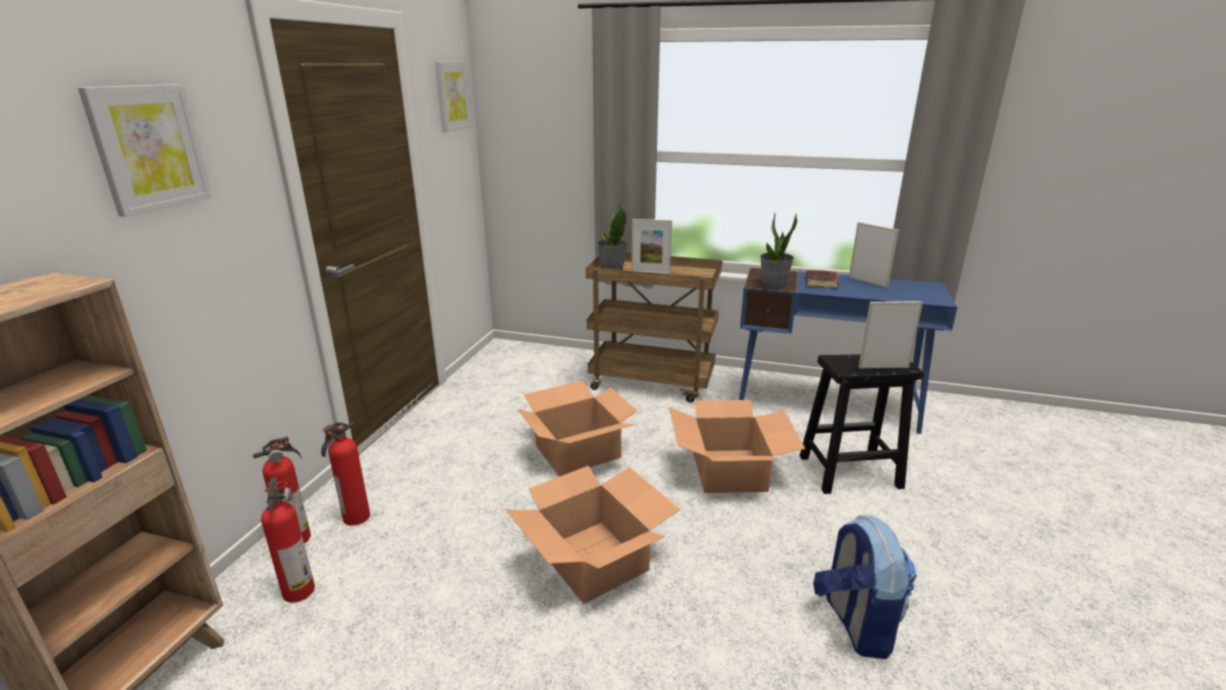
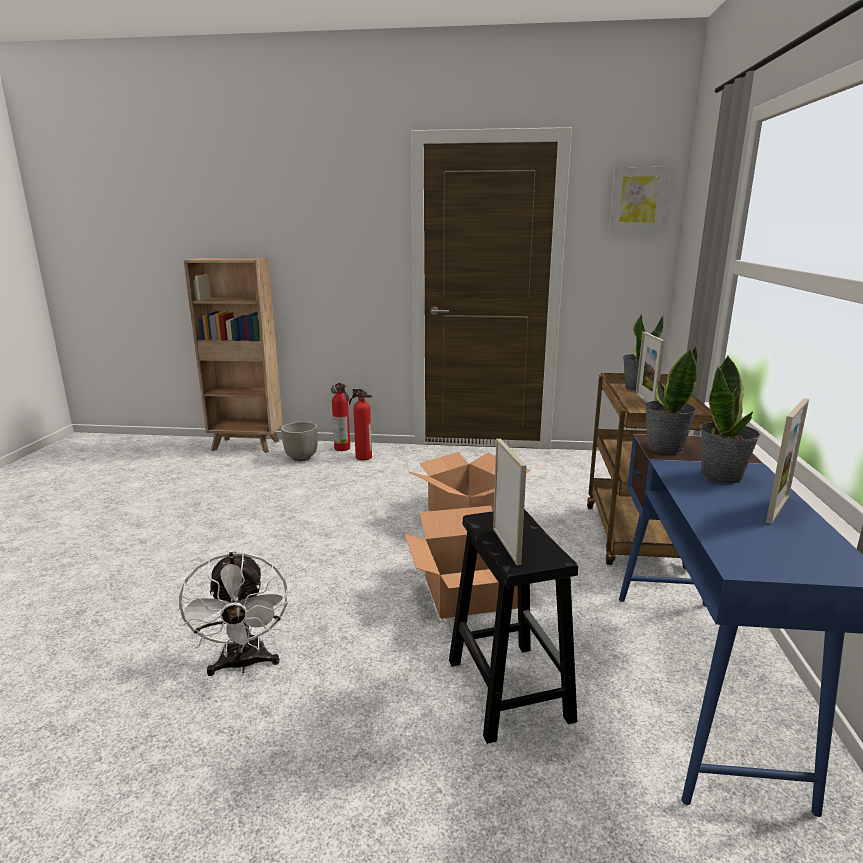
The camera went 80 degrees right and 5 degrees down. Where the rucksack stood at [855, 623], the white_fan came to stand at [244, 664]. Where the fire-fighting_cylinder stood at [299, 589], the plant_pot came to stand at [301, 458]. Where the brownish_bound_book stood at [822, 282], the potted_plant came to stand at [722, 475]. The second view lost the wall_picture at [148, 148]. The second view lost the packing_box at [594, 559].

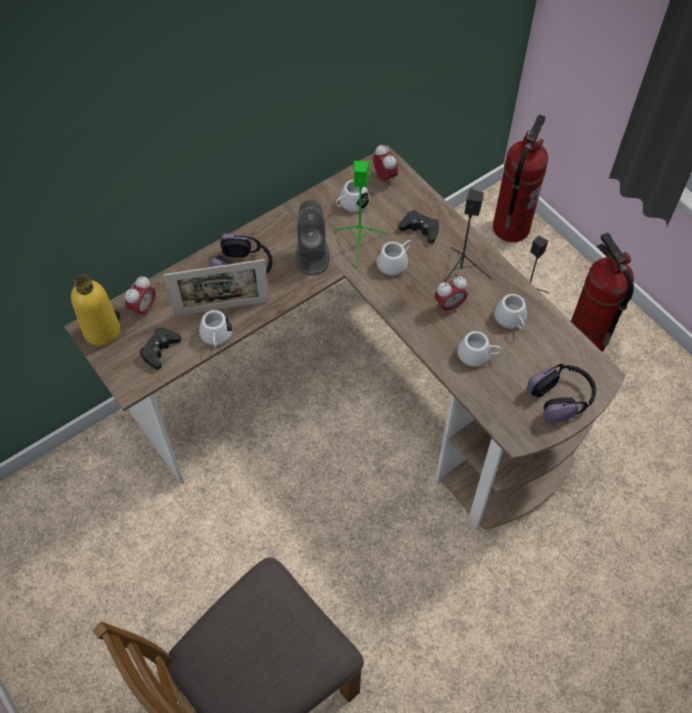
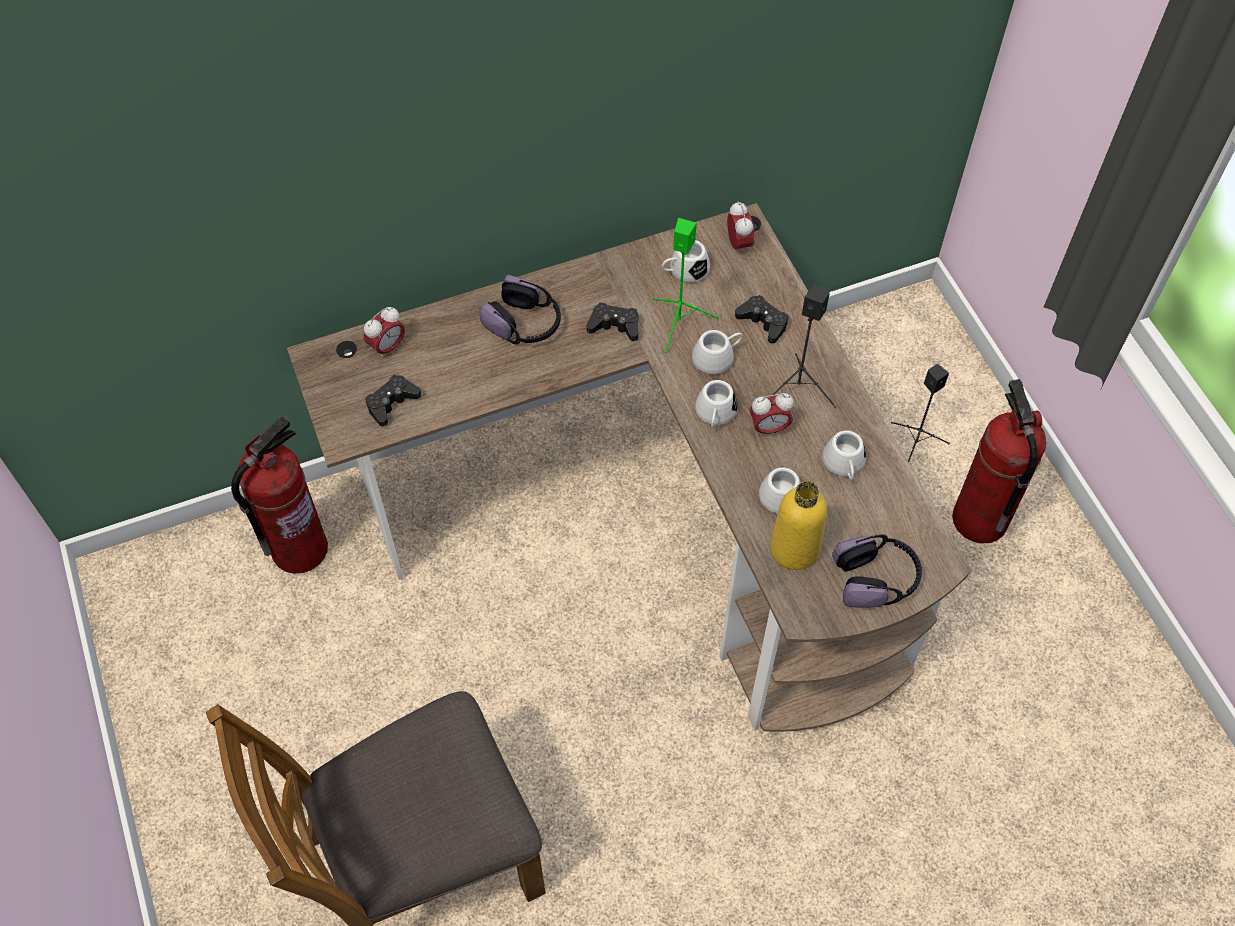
The camera went 15 degrees right and 0 degrees up. The fire-fighting_cylinder ended up elsewhere, having gone from [511, 228] to [299, 549]. Where the grey_audio_speaker stood at [312, 255], the black_gamepad came to stand at [614, 326]. The white_tea_mug ended up elsewhere, having gone from [216, 337] to [715, 414]. The yellow-coloured_drink_bottle ended up elsewhere, having gone from [102, 331] to [794, 549]. The second view lost the picture_frame at [222, 308].

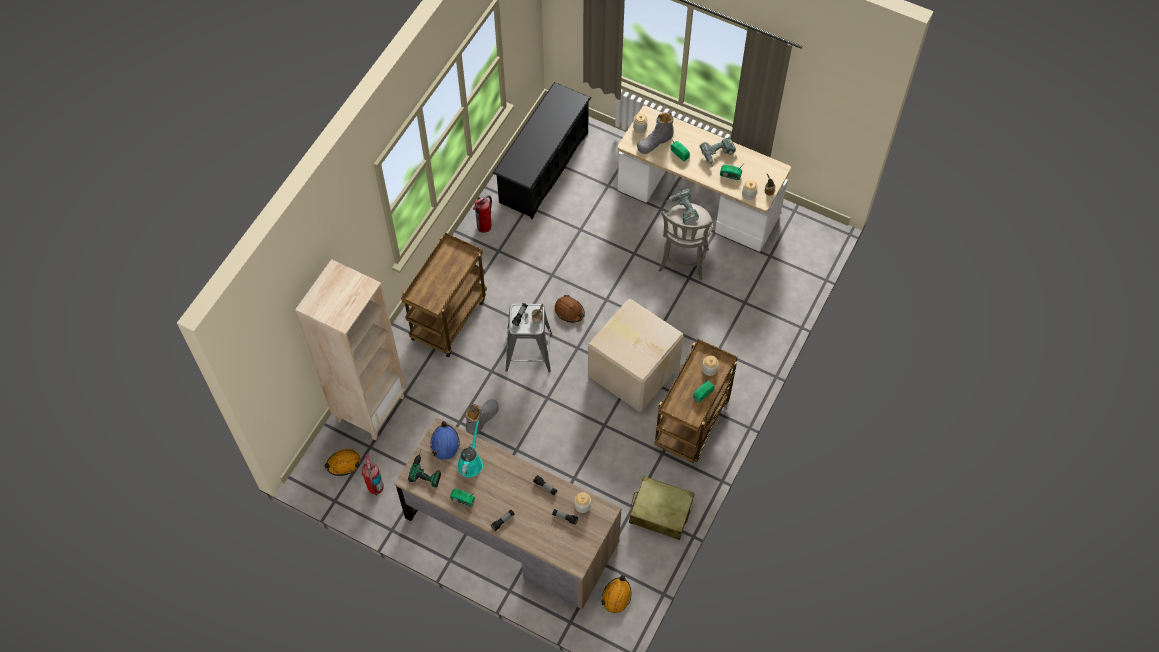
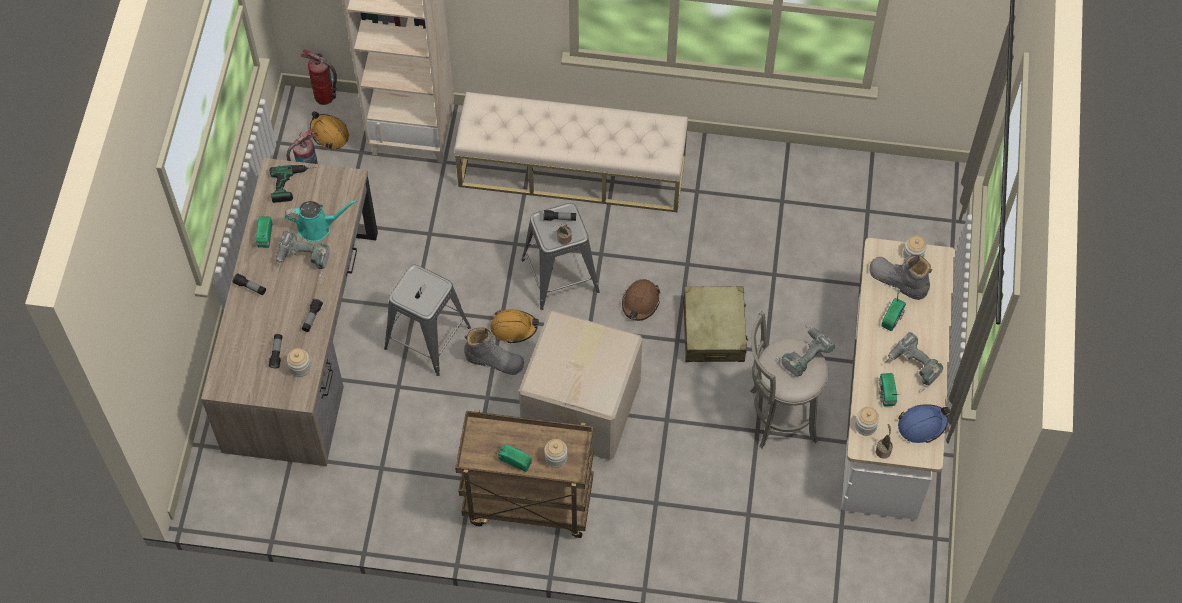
The camera went 70 degrees right and 0 degrees up. The second view gained the electric_drill at [303, 260]. The fire-fighting_cylinder ended up elsewhere, having gone from [484, 226] to [324, 97]. The second view gained the grey_stool_seat at [427, 337]. Where the brownish_cart stood at [448, 318], the sand-coloured_long_seat came to stand at [572, 170]. The grey_boot ended up elsewhere, having gone from [482, 419] to [494, 360]. The orangey_safety_helmet ended up elsewhere, having gone from [616, 596] to [513, 328]. The sand-coloured_piece_of_luggage ended up elsewhere, having gone from [660, 512] to [713, 331]. The bluish_safety_helmet ended up elsewhere, having gone from [445, 443] to [922, 425]. The second view lost the black_shoe_stand at [543, 168].

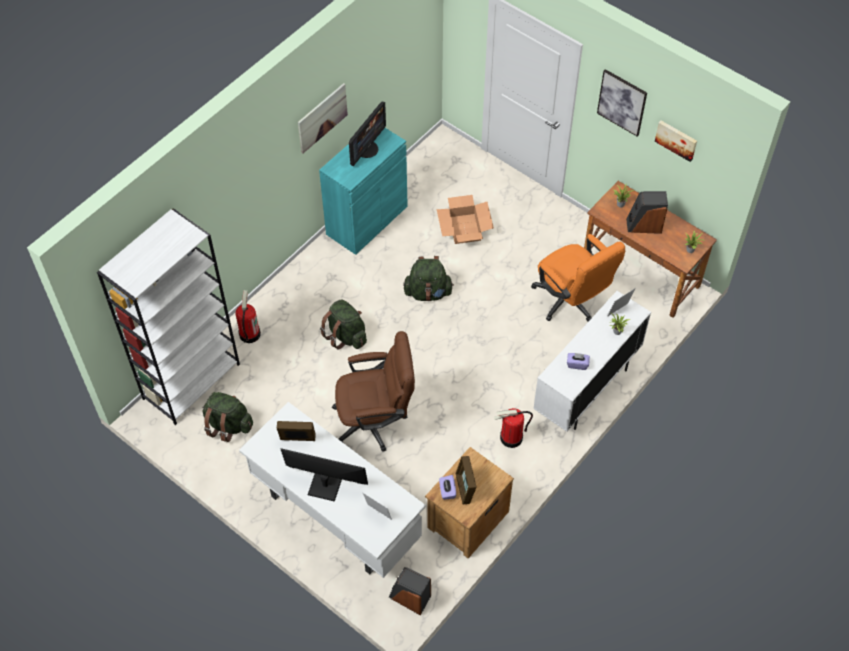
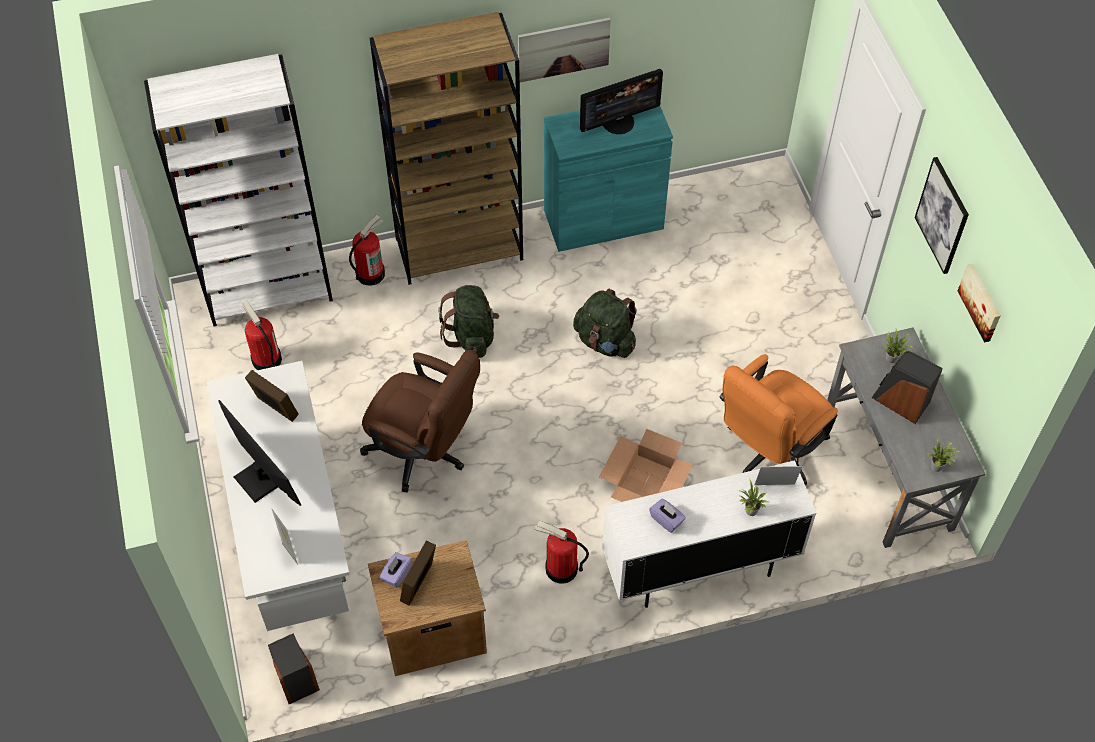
The camera went 35 degrees right and 0 degrees up. Where the greenish_rucksack stood at [228, 425], the fire-fighting_cylinder came to stand at [266, 360]. The second view gained the brownish_shelving_unit at [460, 248]. The packing_box ended up elsewhere, having gone from [464, 229] to [645, 483]. The orangey_office_chair at [571, 302] ended up facing another way, 45 degrees clockwise from before. What was the brownish_desk at [641, 273] turned into the grey_desk at [888, 469].

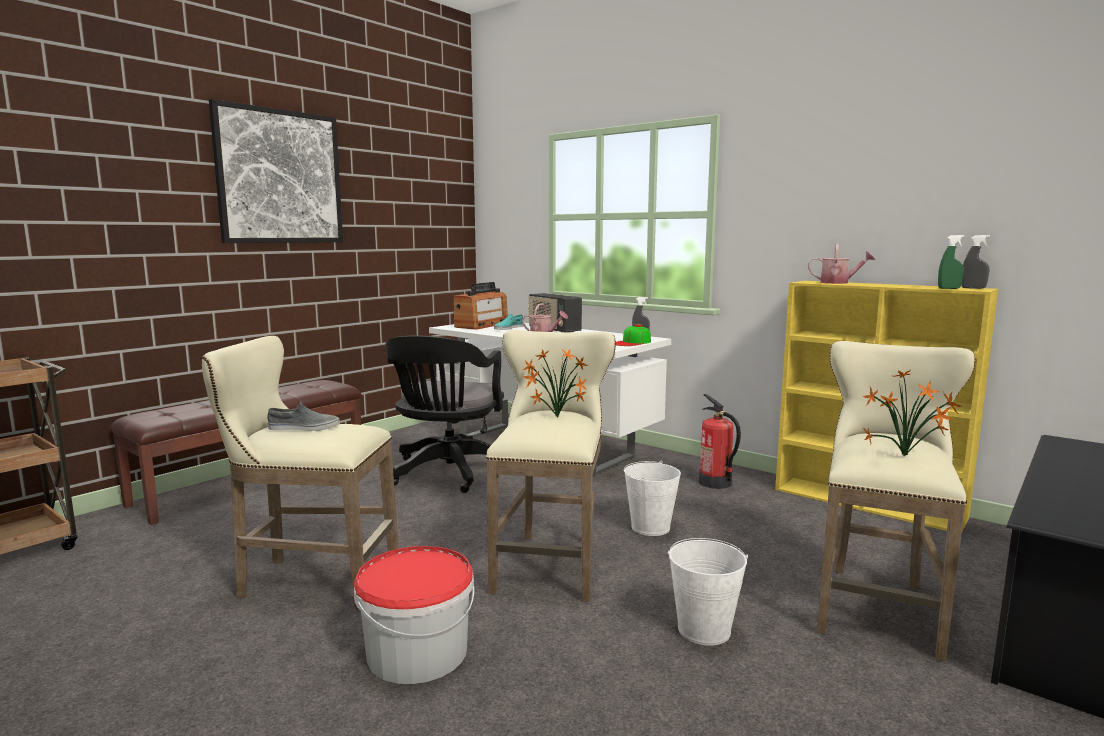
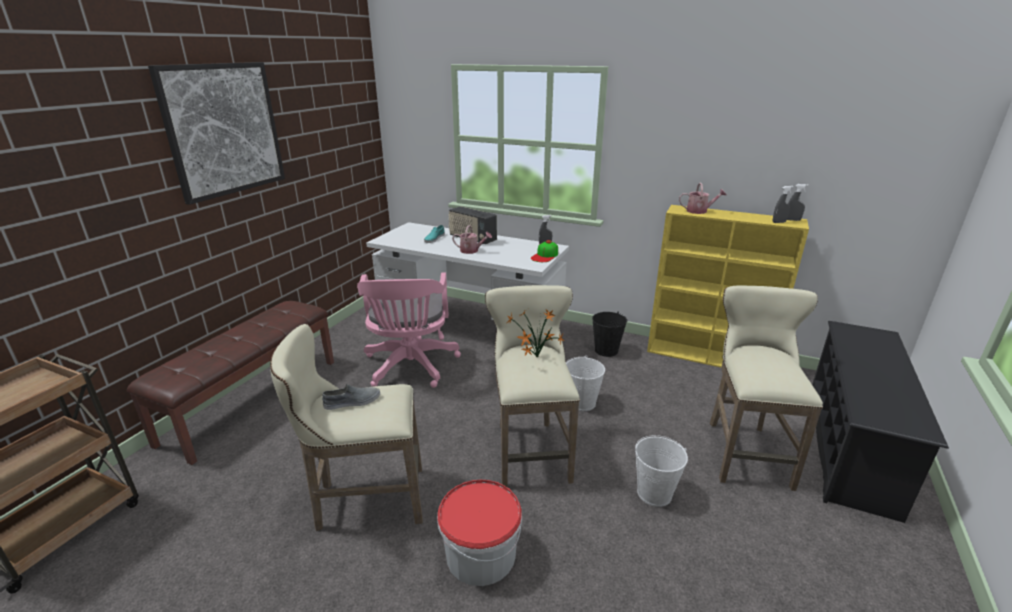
The camera went 15 degrees left and 15 degrees up. What was the black_office_chair at [448, 474] turned into the pink-coloured_office_chair at [410, 367]. Where the fire-fighting_cylinder stood at [715, 483], the black_bucket came to stand at [606, 350]. What was the greenish_hand_sprayer at [949, 288] turned into the grey_hand_sprayer at [779, 222]. The second view lost the radio at [482, 325]. The second view lost the potted_plant at [907, 457].

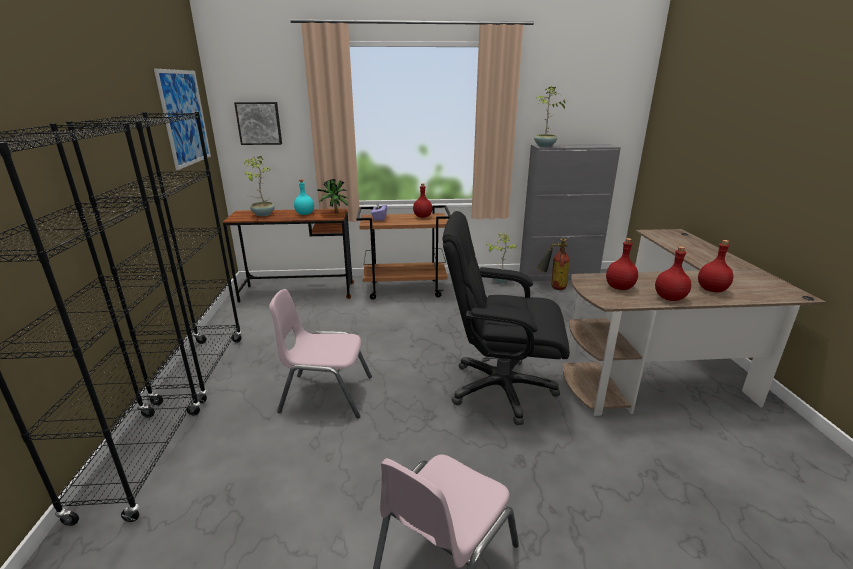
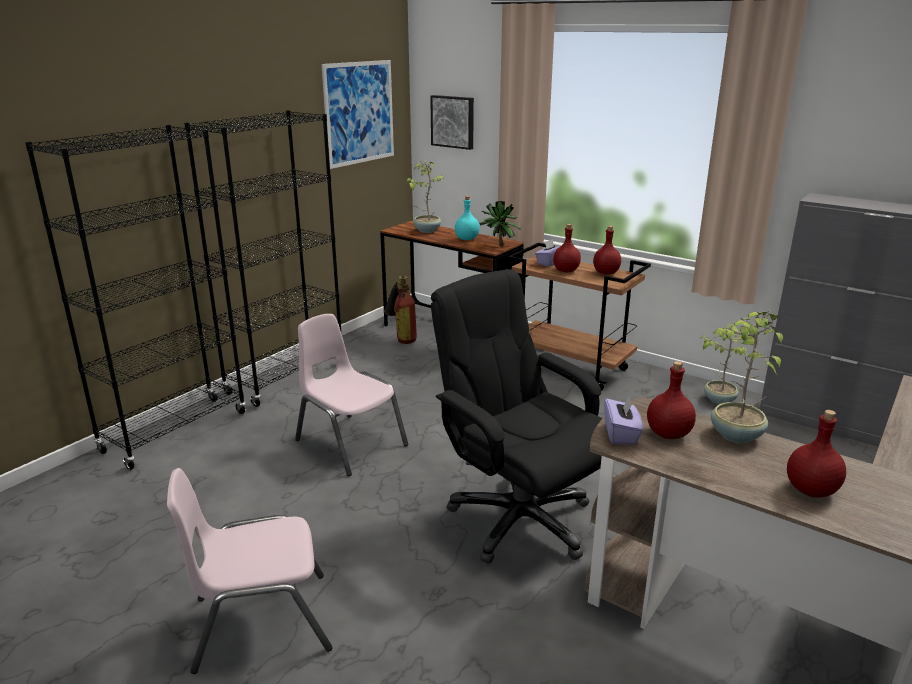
The camera went 40 degrees right and 0 degrees up. The fire-fighting_cylinder ended up elsewhere, having gone from [552, 287] to [401, 338]. The red_drink_bottle ended up elsewhere, having gone from [669, 298] to [566, 270]. The second view gained the purplish_box_of_tissues at [621, 434]. The potted_plant ended up elsewhere, having gone from [544, 146] to [735, 435].

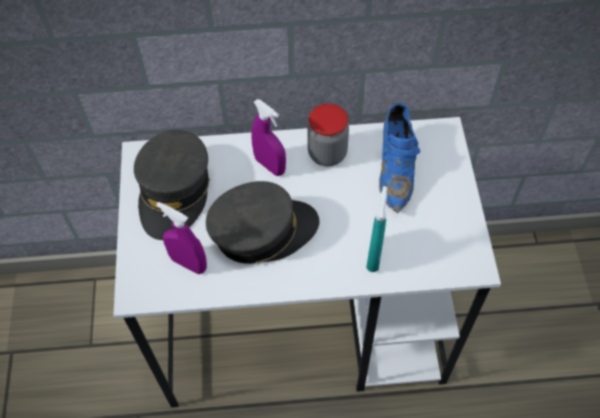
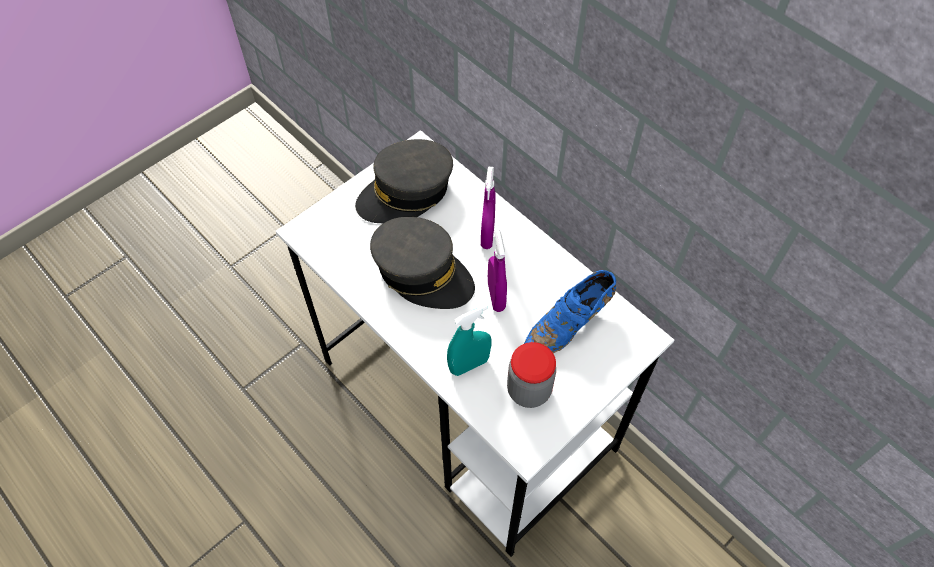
The camera went 50 degrees right and 0 degrees up. The purplish_hand_sprayer ended up elsewhere, having gone from [188, 263] to [496, 296]. The preserve_jar ended up elsewhere, having gone from [327, 153] to [529, 390].

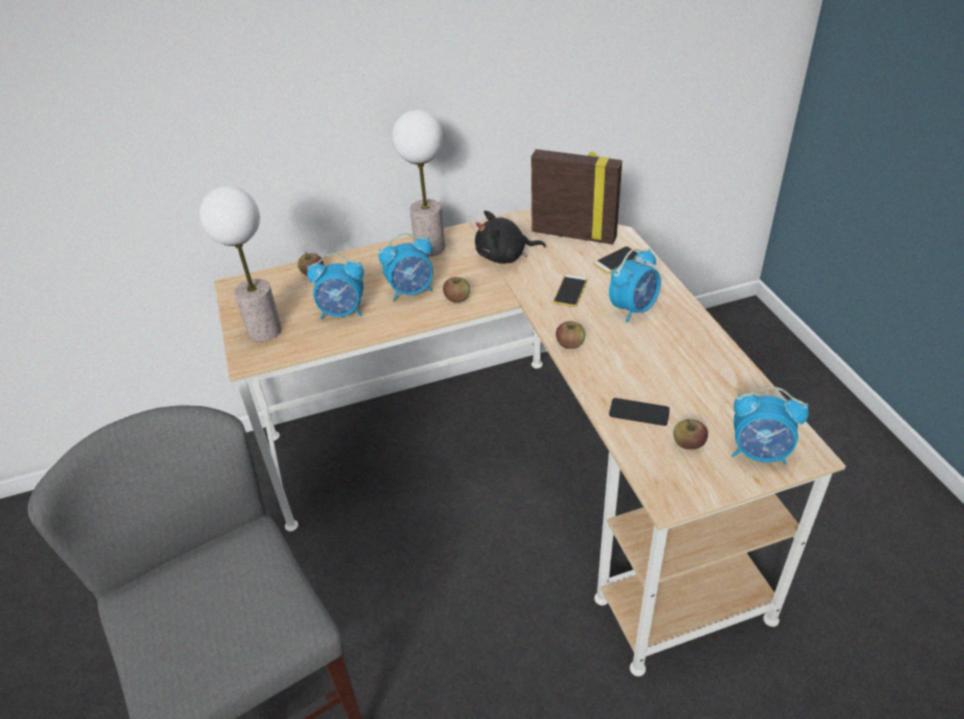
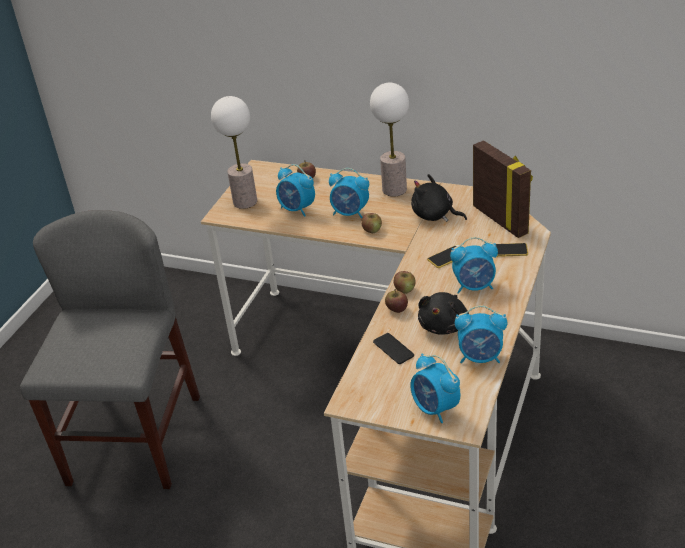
The camera went 40 degrees right and 5 degrees down. The apple ended up elsewhere, having gone from [688, 444] to [396, 309]. The second view gained the black_cuddly_toy at [444, 325]. The second view gained the alarm_clock at [480, 357].

